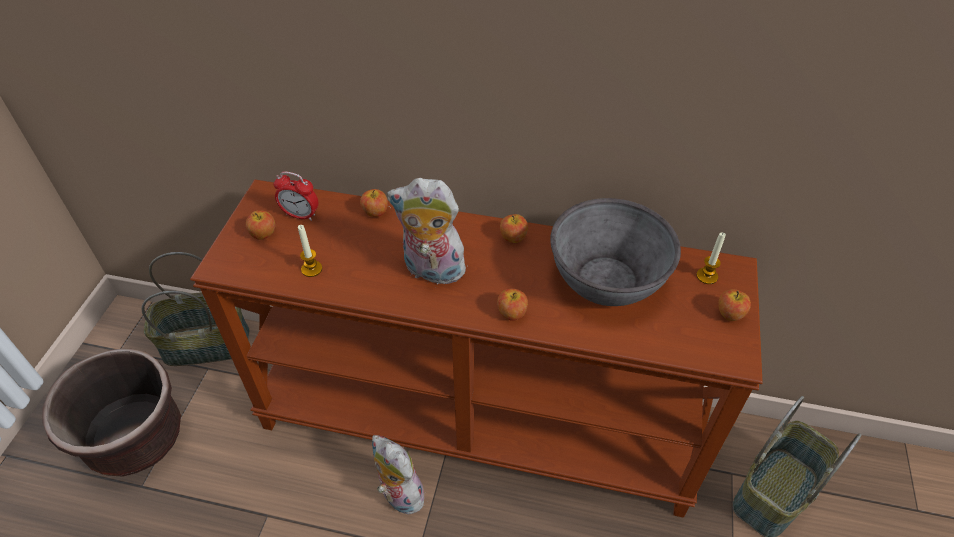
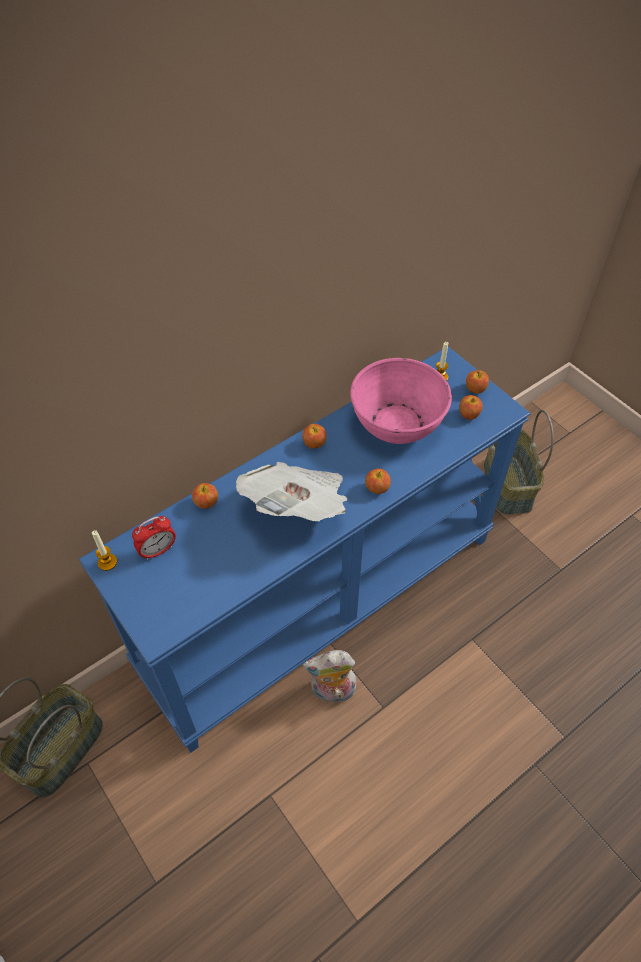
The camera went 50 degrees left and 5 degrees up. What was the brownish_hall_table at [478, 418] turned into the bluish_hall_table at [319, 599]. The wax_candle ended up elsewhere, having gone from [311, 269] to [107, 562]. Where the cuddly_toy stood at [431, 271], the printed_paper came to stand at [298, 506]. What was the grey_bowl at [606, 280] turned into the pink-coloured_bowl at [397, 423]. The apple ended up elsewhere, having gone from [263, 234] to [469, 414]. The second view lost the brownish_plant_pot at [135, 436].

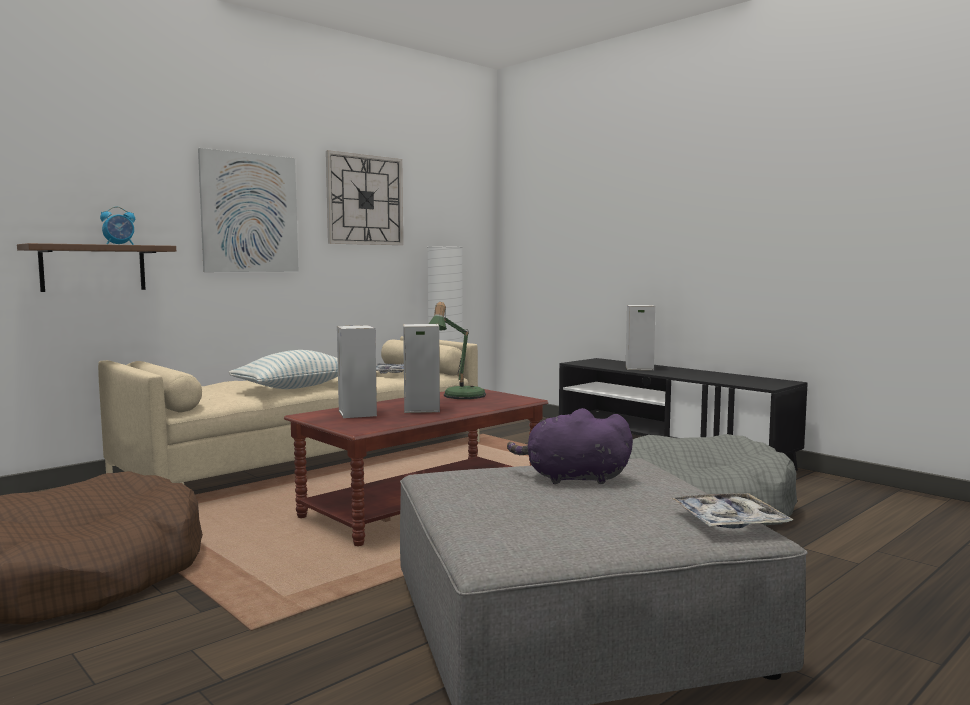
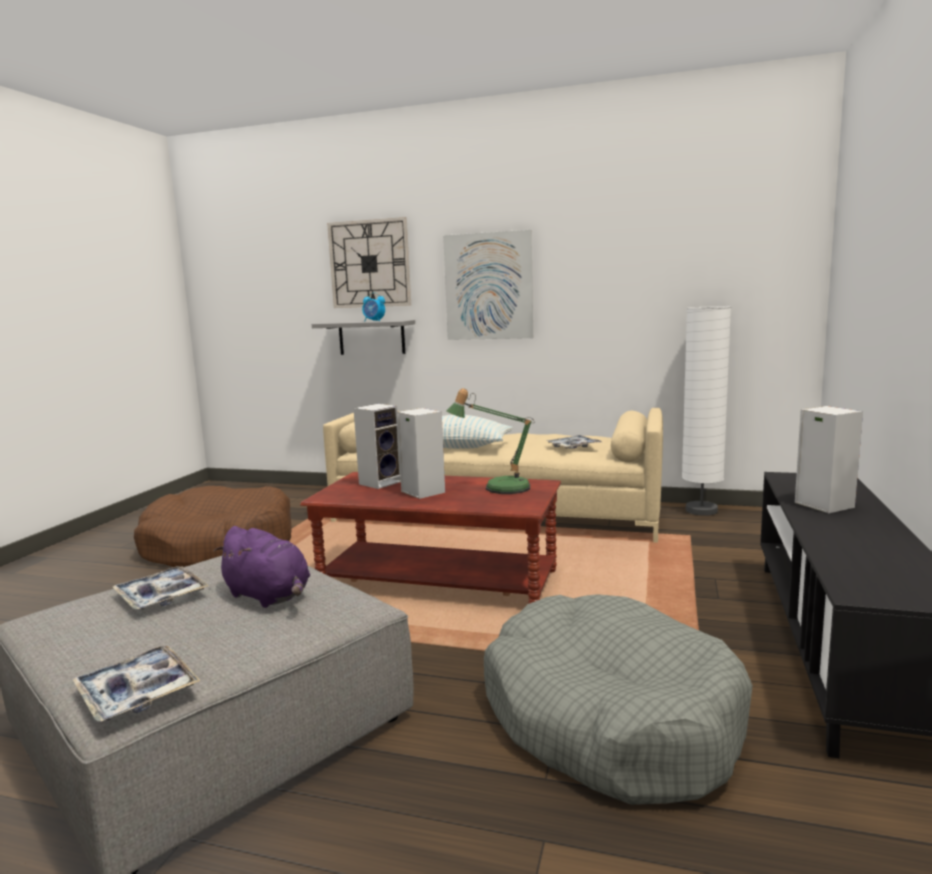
The camera went 60 degrees right and 5 degrees up. The second view gained the serving_tray at [161, 596]. The purplish_cuddly_toy at [572, 478] ended up facing another way, 150 degrees clockwise from before. What was the brownish_shelf at [93, 268] turned into the grey_shelf at [371, 337]. The clock_on_the_wall ended up elsewhere, having gone from [365, 200] to [370, 264].

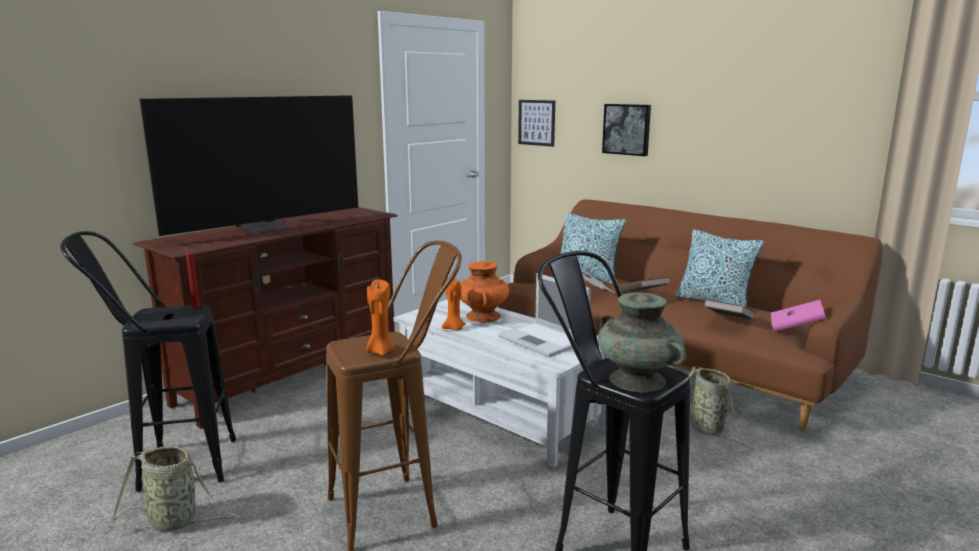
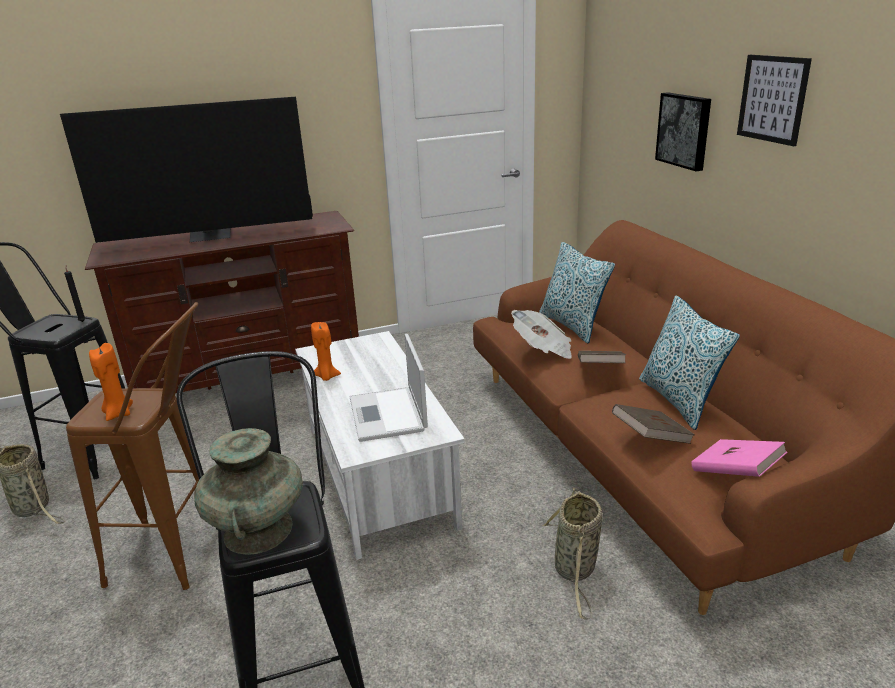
The camera went 30 degrees right and 10 degrees up. What was the red_wax_candle at [196, 308] turned into the black_wax_candle at [82, 321]. The wall_picture ended up elsewhere, having gone from [536, 122] to [772, 99]. The second view lost the orangey_decorative_vase at [483, 316].

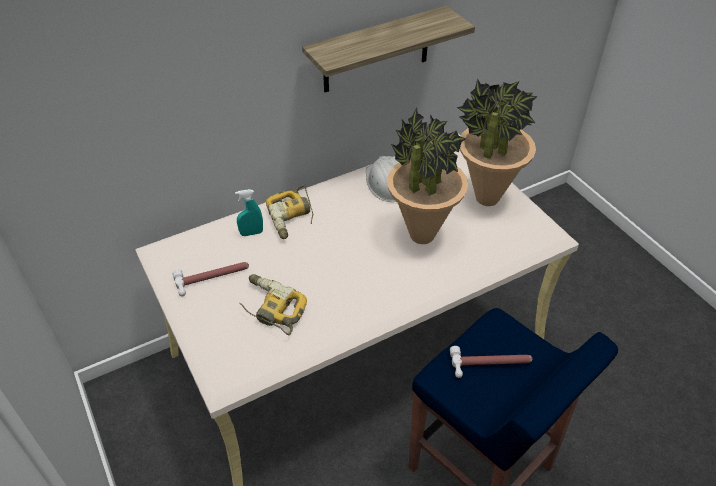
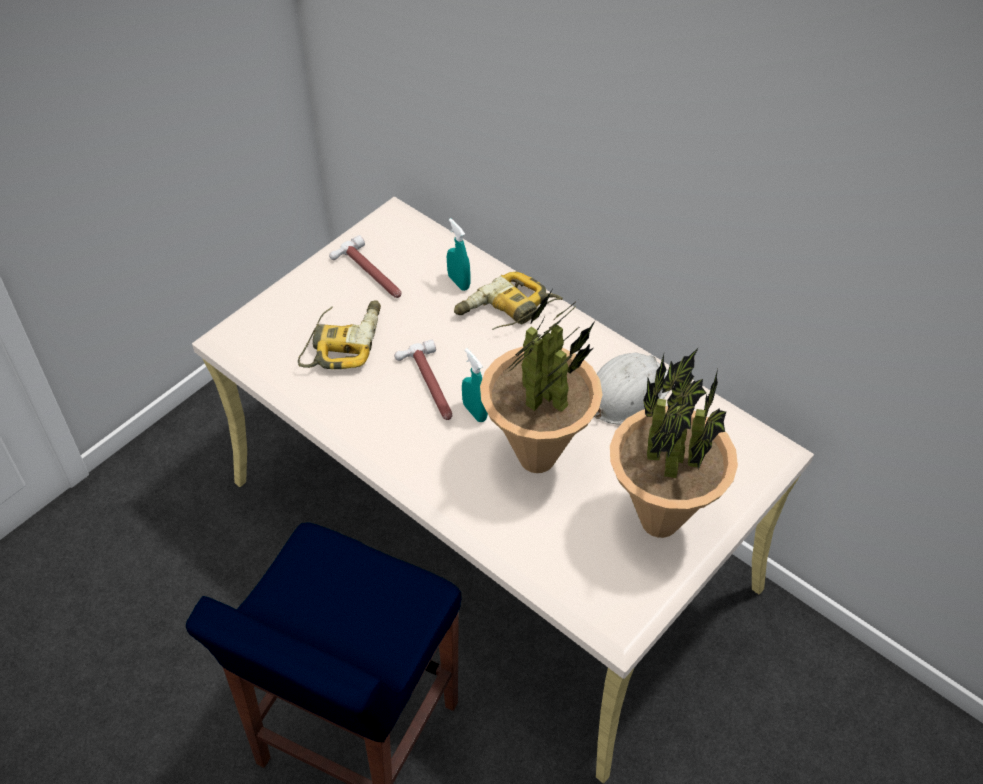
The camera went 70 degrees right and 5 degrees up. The hand_hammer ended up elsewhere, having gone from [491, 364] to [429, 386]. The second view gained the turquoise_hand_sprayer at [474, 412]. The second view lost the shelf at [376, 51].

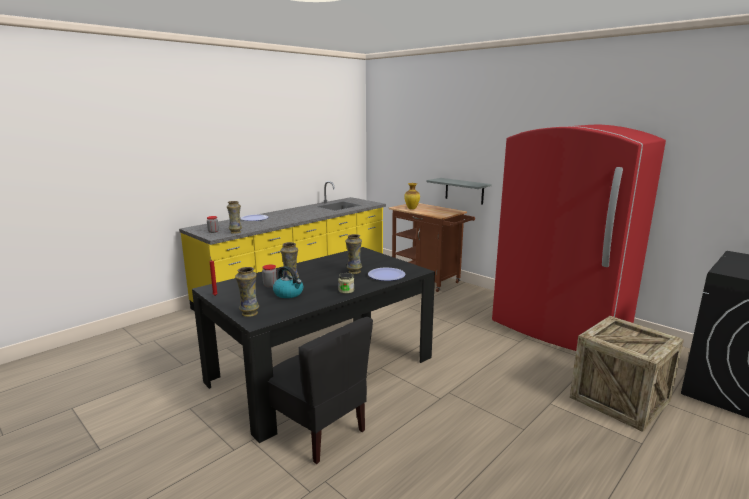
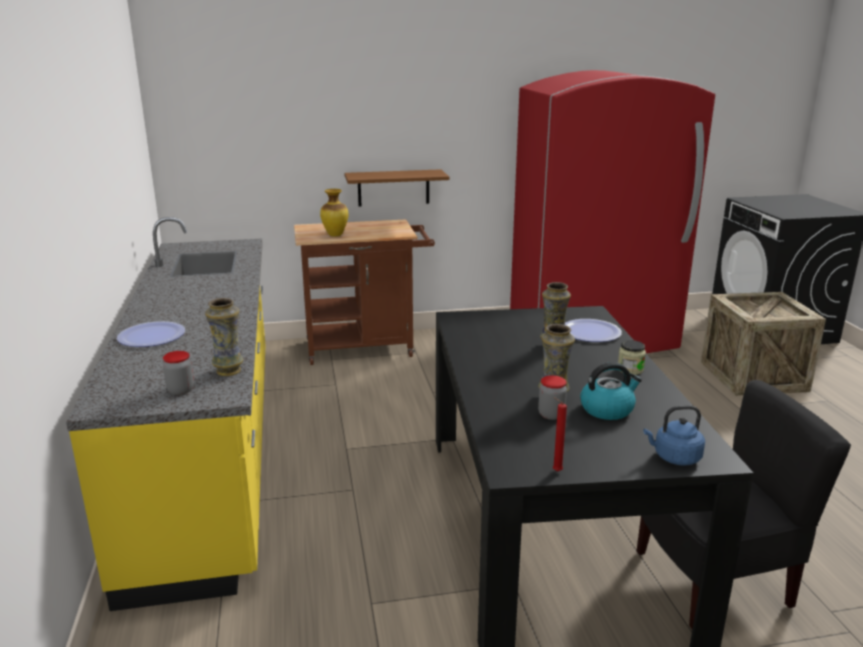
The camera went 55 degrees left and 5 degrees up. What was the grey_shelf at [464, 191] turned into the brownish_shelf at [393, 188]. Where the decorative_vase stood at [249, 313], the bluish_kettle came to stand at [674, 457].

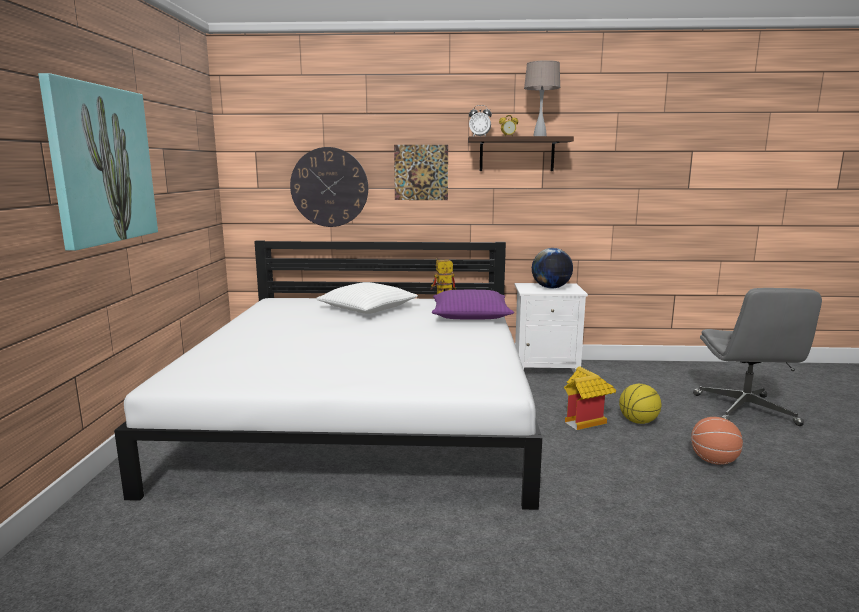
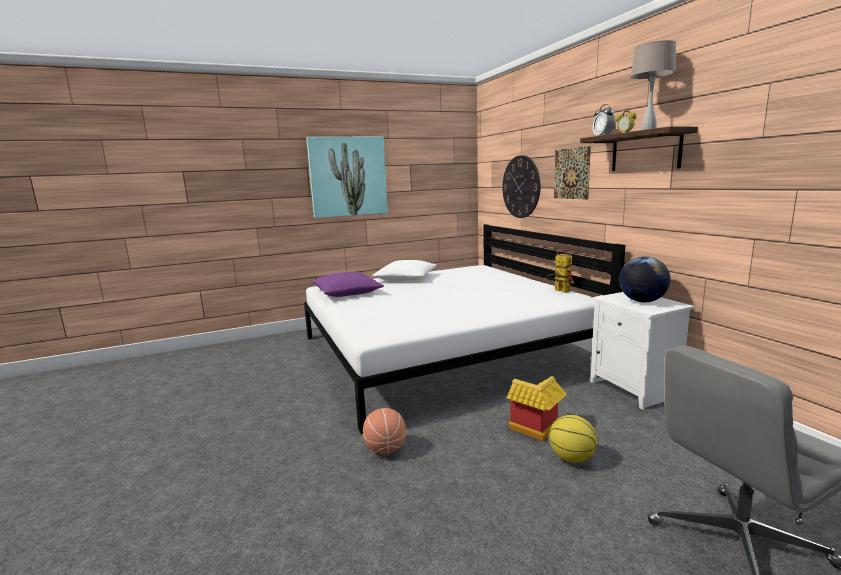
The camera went 65 degrees right and 0 degrees up. The purplish_pillow ended up elsewhere, having gone from [470, 315] to [347, 292]. The ball_for_basketball ended up elsewhere, having gone from [714, 461] to [385, 449]. The white_pillow ended up elsewhere, having gone from [367, 308] to [405, 278].

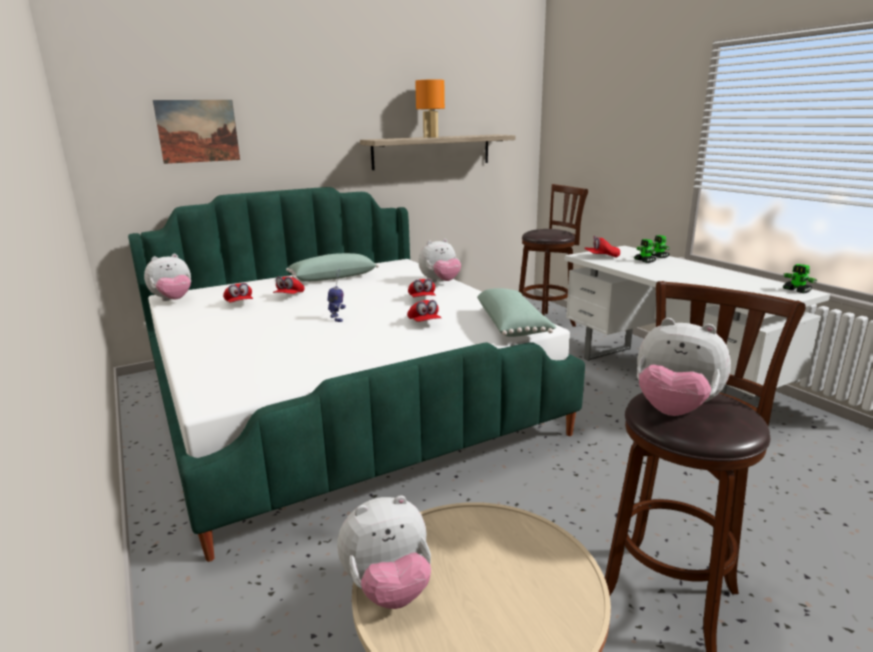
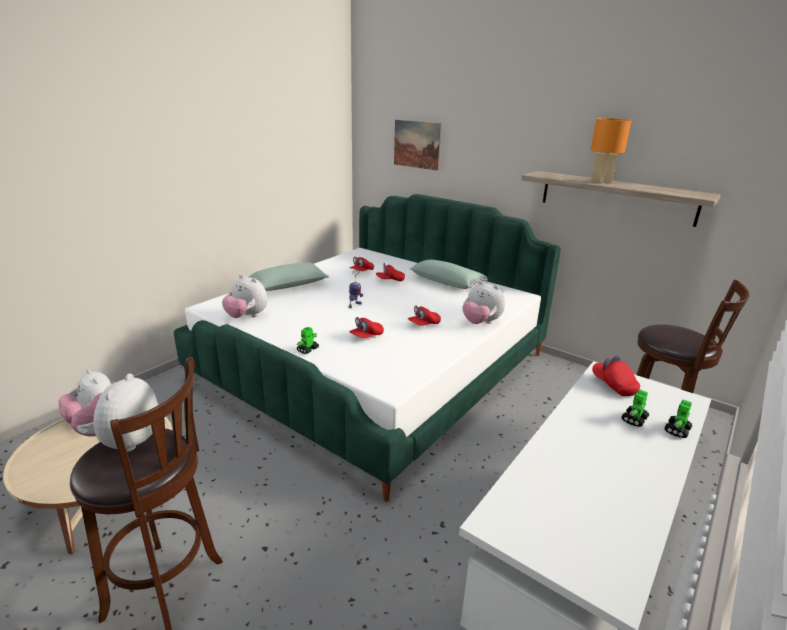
The camera went 65 degrees right and 5 degrees up. The cuddly_toy ended up elsewhere, having gone from [173, 300] to [247, 316]. The greenish_pillow ended up elsewhere, having gone from [512, 325] to [288, 287]. The robot_figure ended up elsewhere, having gone from [796, 290] to [307, 349].

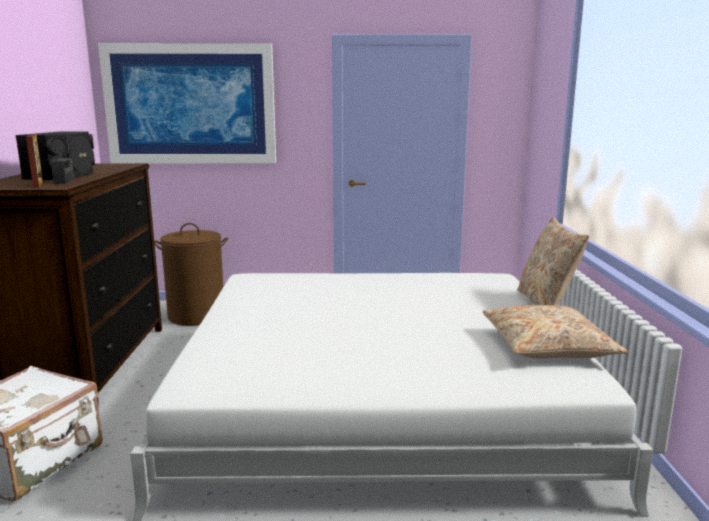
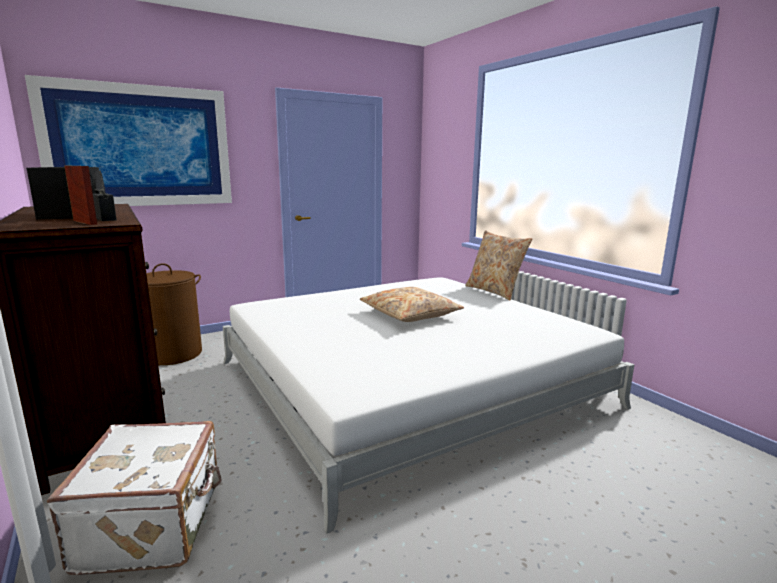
The camera went 30 degrees left and 0 degrees up. The sand-coloured_pillow ended up elsewhere, having gone from [547, 346] to [410, 314].

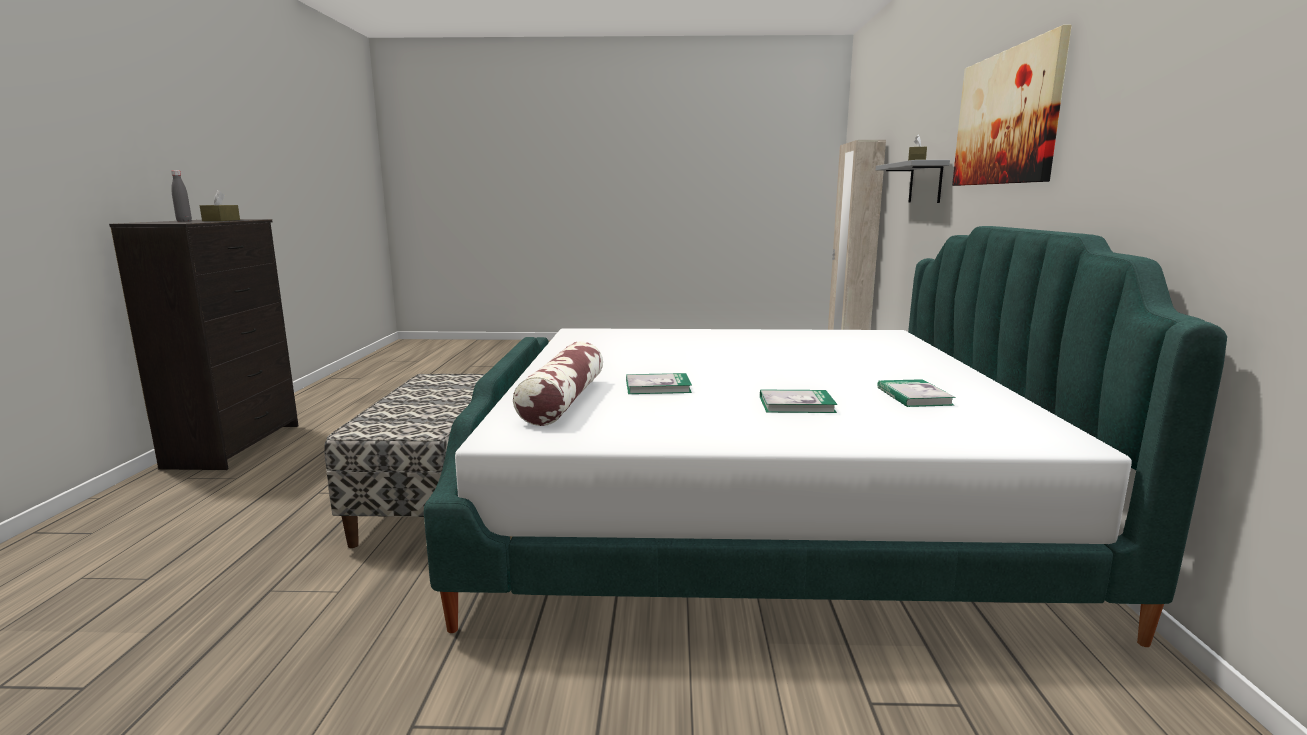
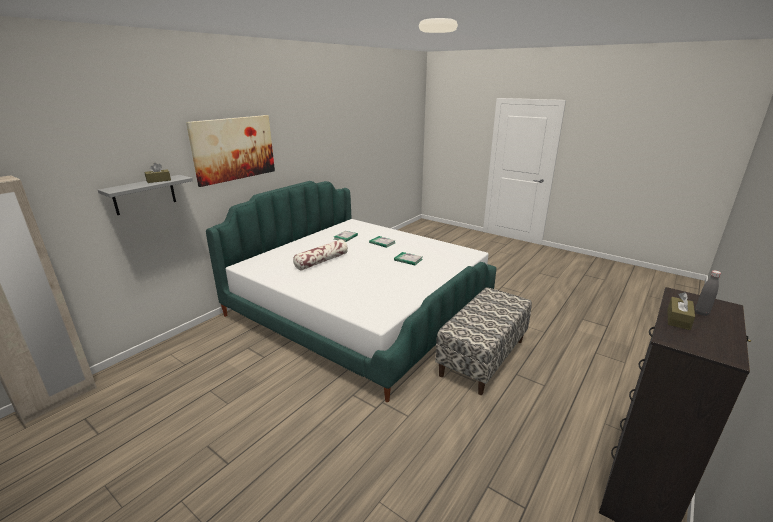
The camera went 145 degrees left and 10 degrees up. The pillow ended up elsewhere, having gone from [563, 401] to [322, 261].

